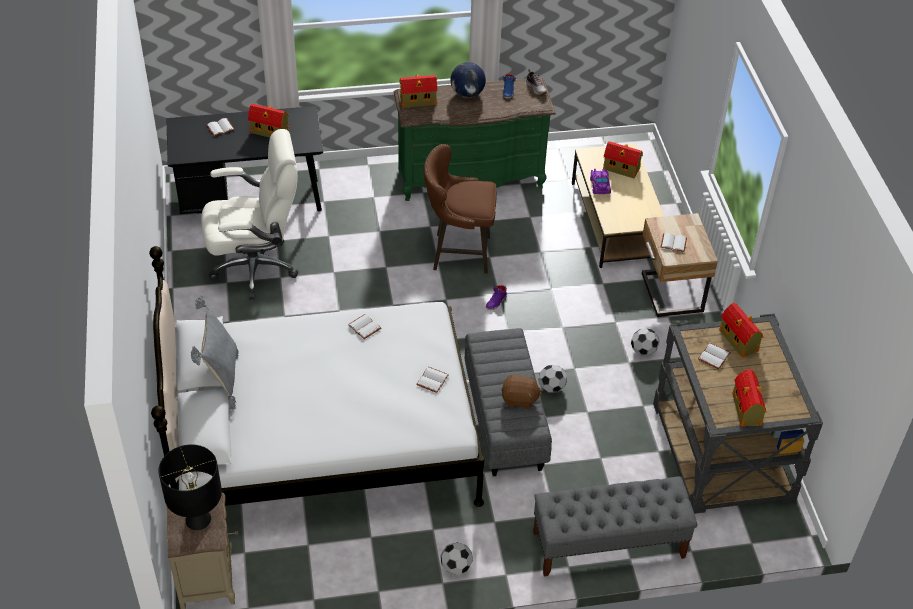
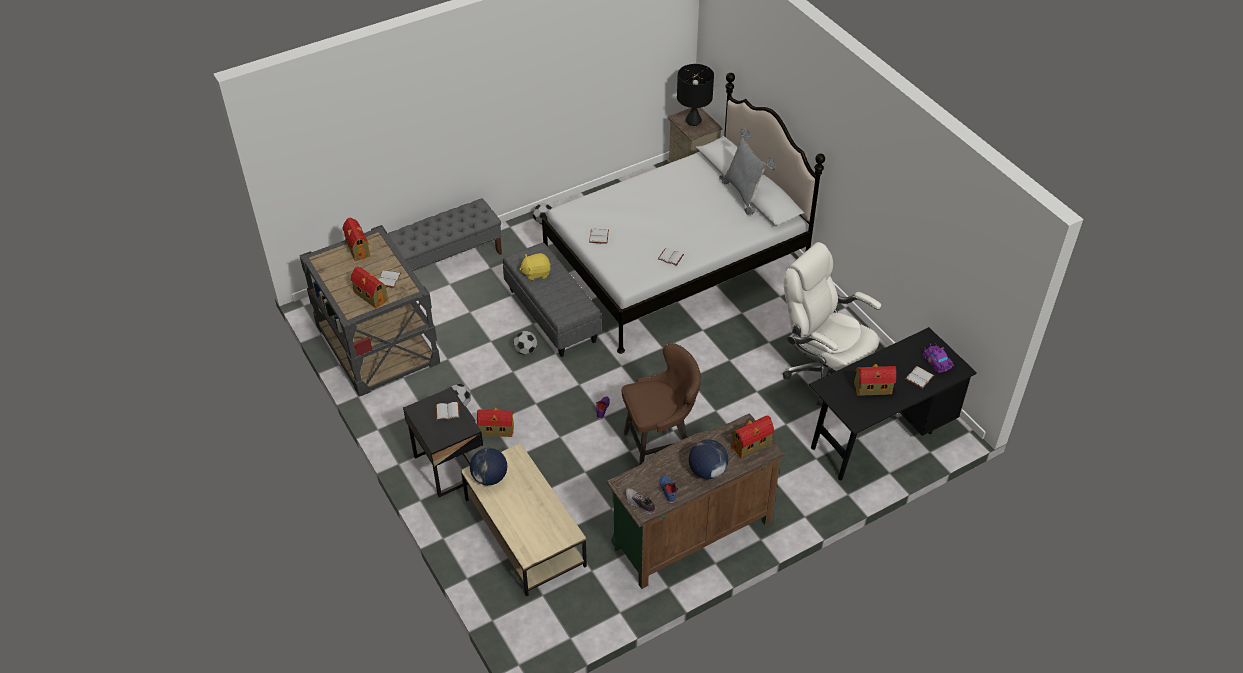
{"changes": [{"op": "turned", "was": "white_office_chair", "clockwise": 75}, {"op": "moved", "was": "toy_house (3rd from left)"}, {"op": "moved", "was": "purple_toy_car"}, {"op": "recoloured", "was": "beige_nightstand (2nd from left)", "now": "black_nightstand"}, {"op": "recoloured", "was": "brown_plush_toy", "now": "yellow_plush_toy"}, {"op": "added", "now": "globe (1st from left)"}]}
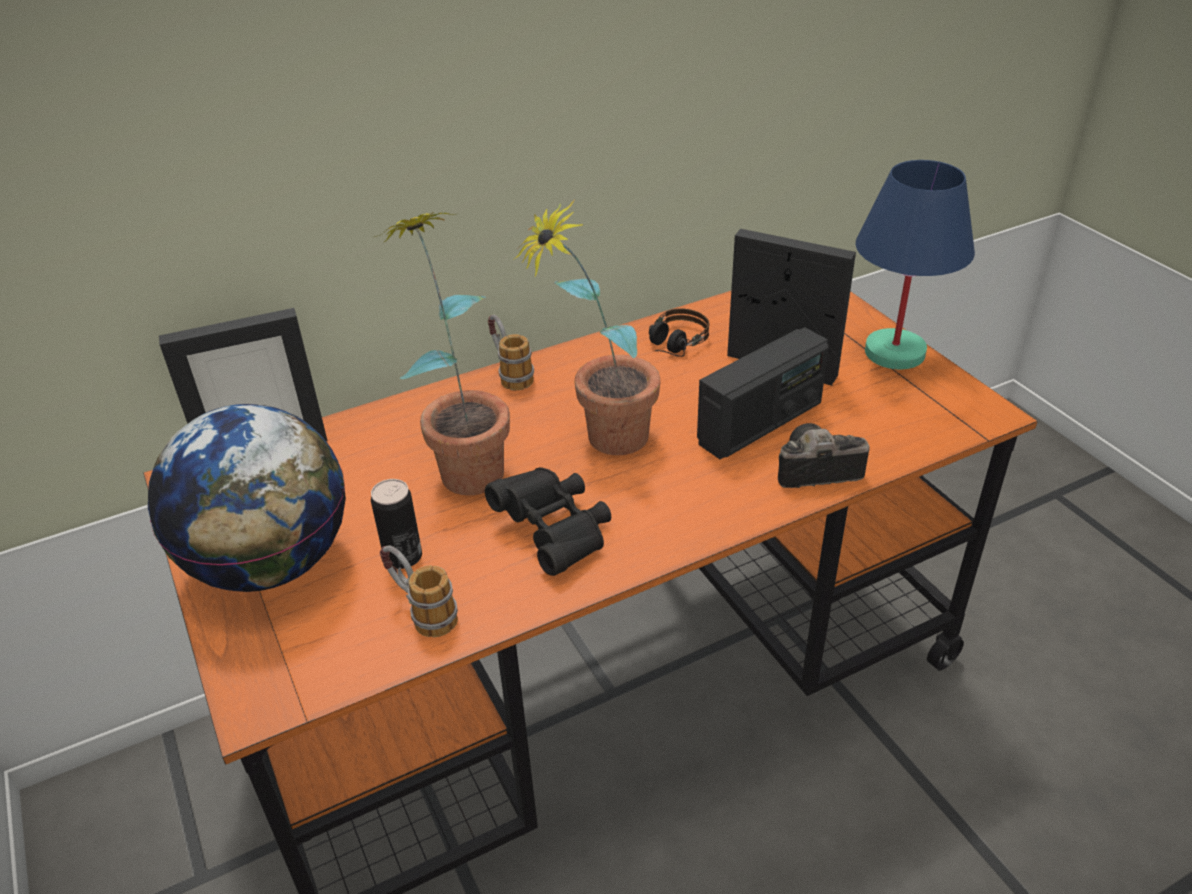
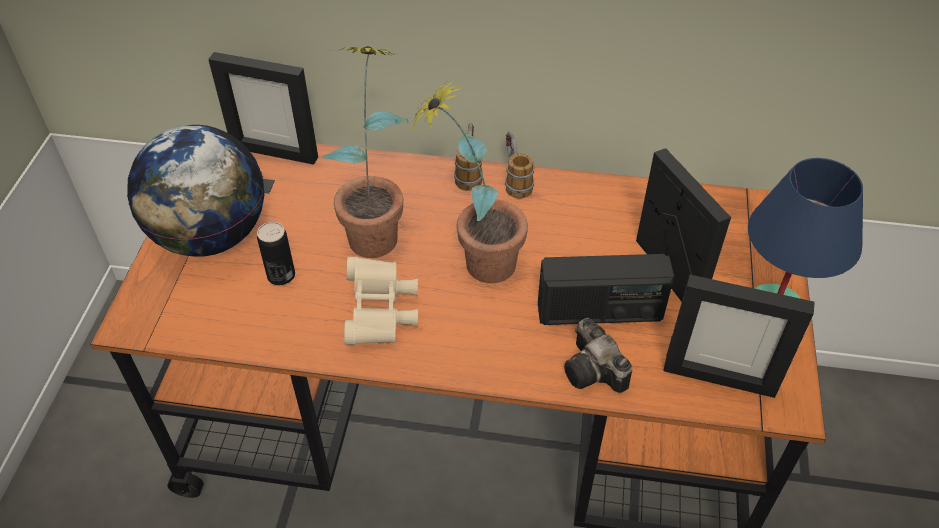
{"changes": [{"op": "removed", "was": "headphones"}, {"op": "turned", "was": "photo_camera", "clockwise": -150}, {"op": "recoloured", "was": "black_binoculars", "now": "beige_binoculars"}, {"op": "moved", "was": "mug (1st from left in the first image)", "now": "mug (2nd from left)"}, {"op": "added", "now": "picture_frame (3rd from left)"}]}
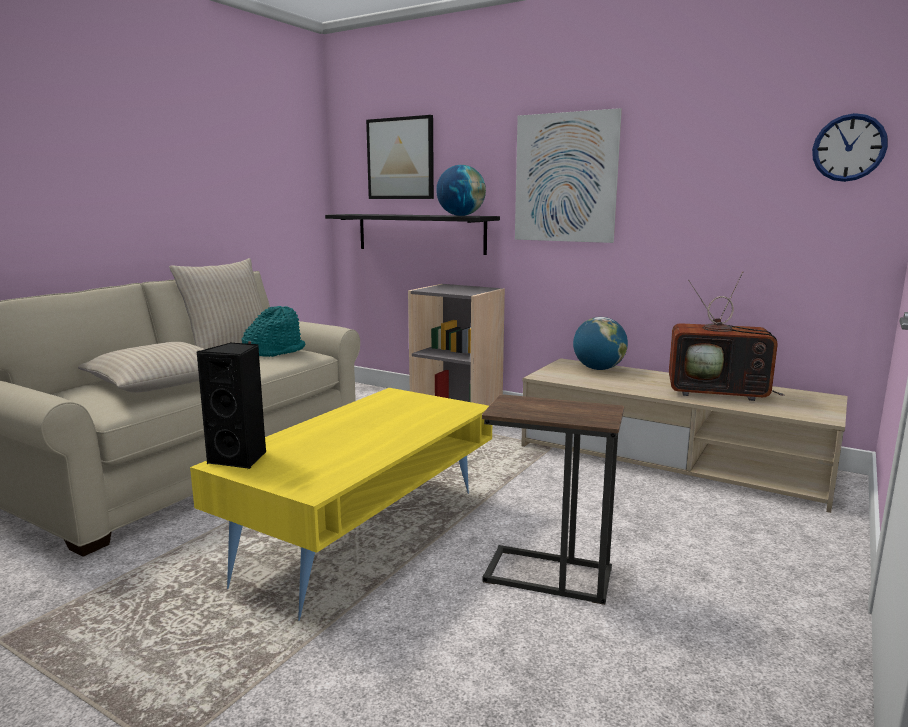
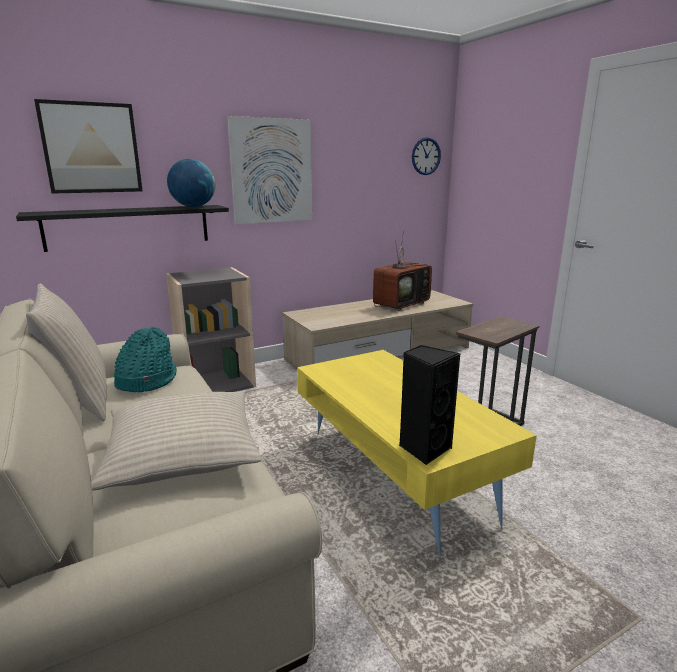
{"changes": [{"op": "removed", "was": "globe (2nd from left)"}]}
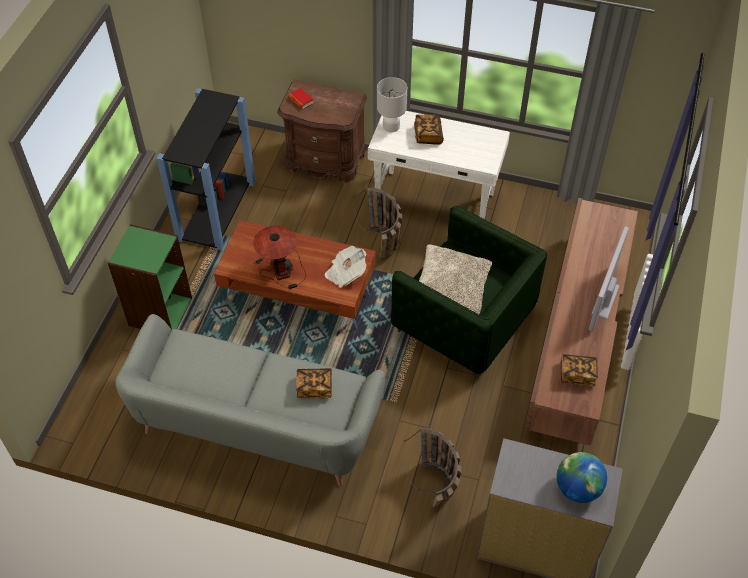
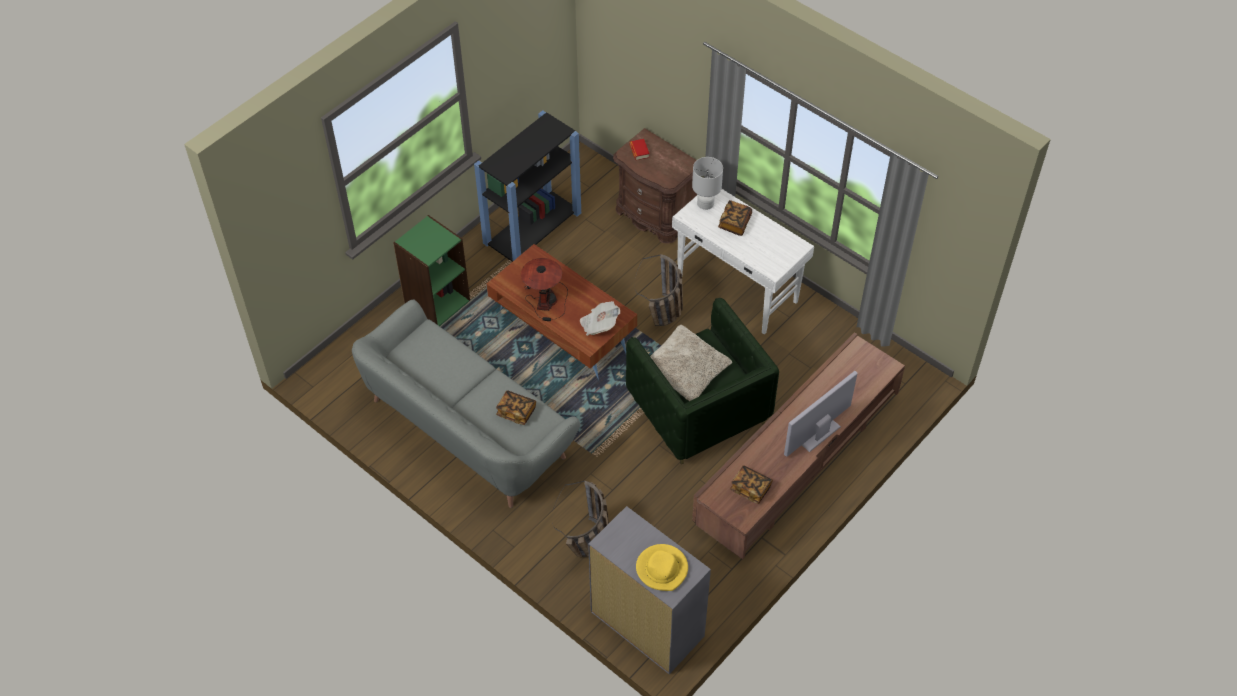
{"changes": [{"op": "replaced", "was": "globe", "now": "yellow_hat"}]}
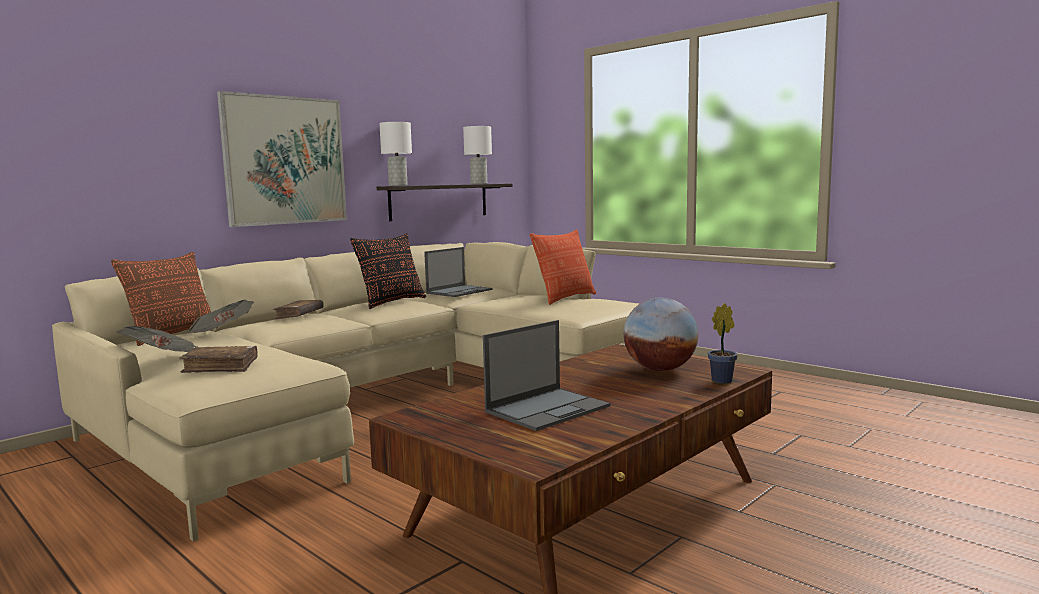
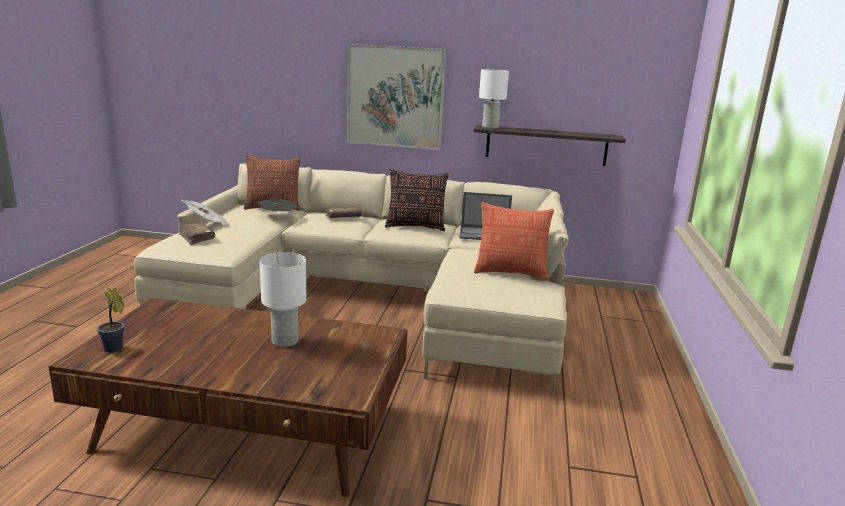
{"changes": [{"op": "moved", "was": "white_table_lamp (2nd from left in the first image)", "now": "white_table_lamp (1st from left)"}, {"op": "removed", "was": "globe"}, {"op": "moved", "was": "potted_plant"}, {"op": "removed", "was": "laptop (2nd from left)"}]}
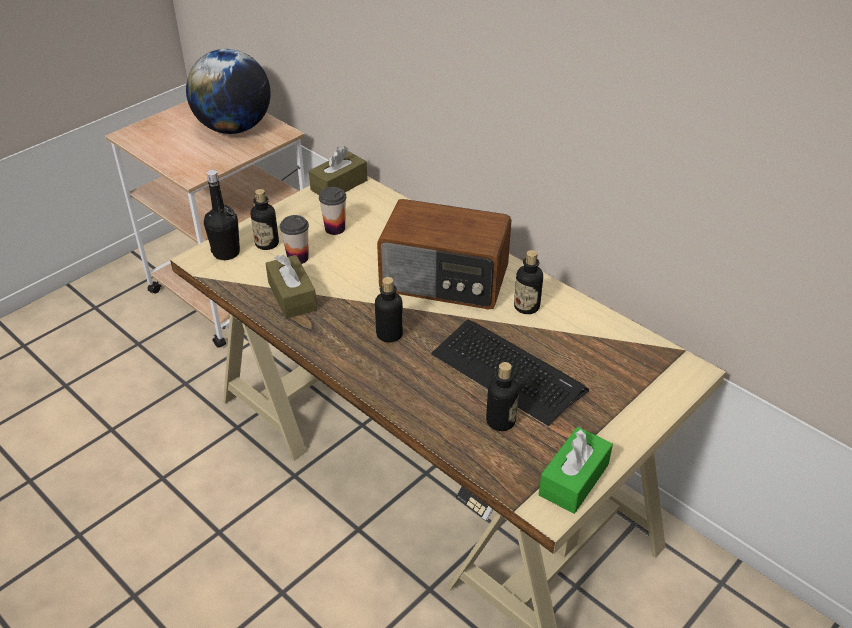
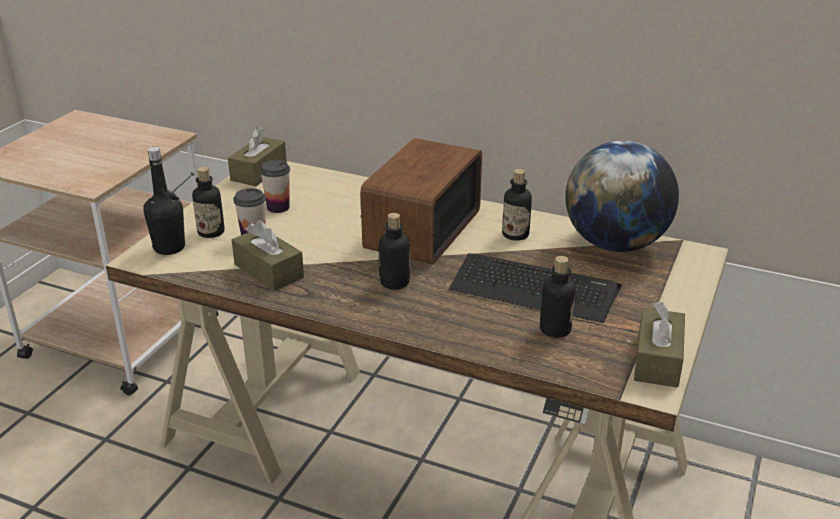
{"changes": [{"op": "moved", "was": "globe"}, {"op": "turned", "was": "radio", "clockwise": 120}, {"op": "recoloured", "was": "green_tissue_box", "now": "brown_tissue_box (3rd from left)"}]}
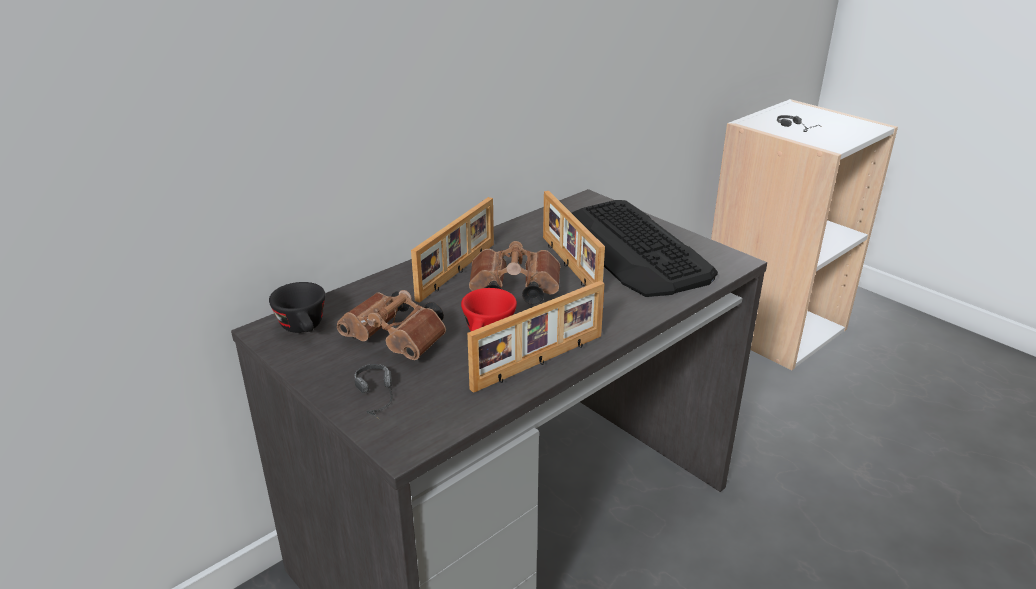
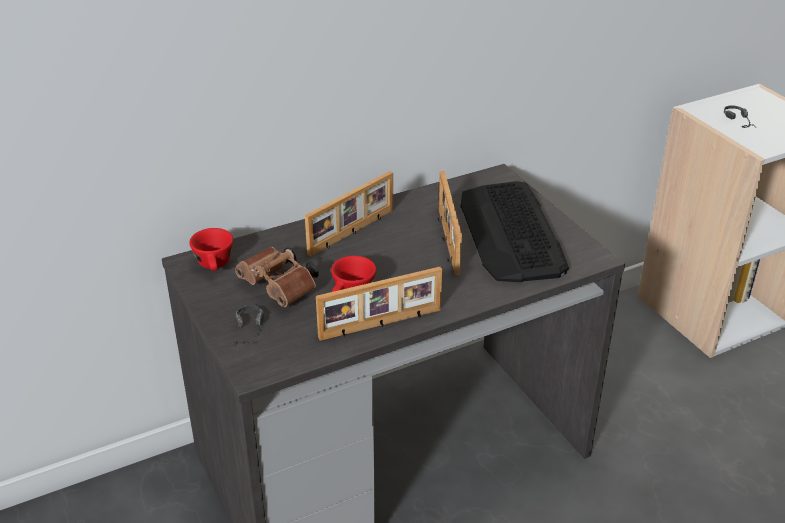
{"changes": [{"op": "removed", "was": "brown_binoculars (2nd from left)"}, {"op": "recoloured", "was": "black_cup", "now": "red_cup (1st from left)"}]}
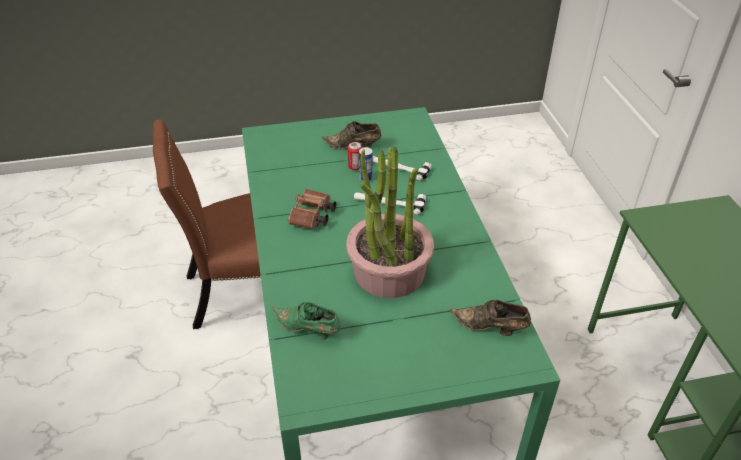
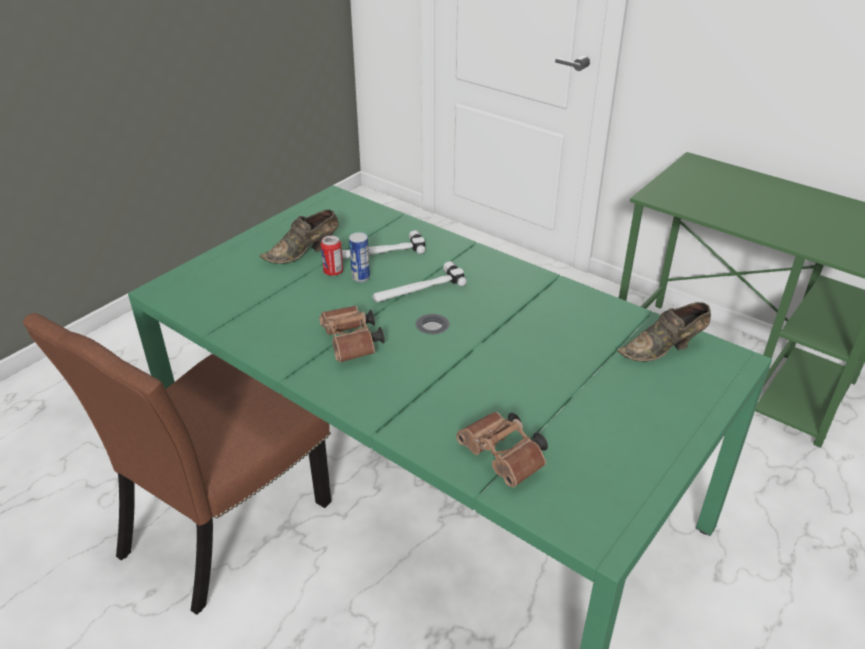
{"changes": [{"op": "removed", "was": "potted_plant"}, {"op": "replaced", "was": "green_shoe", "now": "brown_binoculars (2nd from left)"}]}
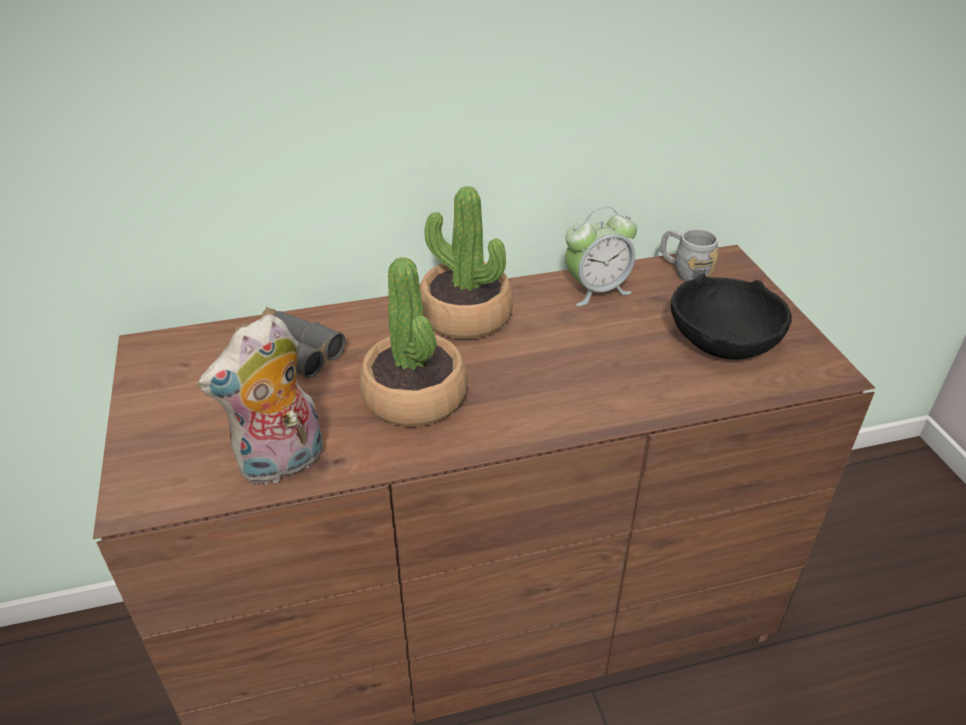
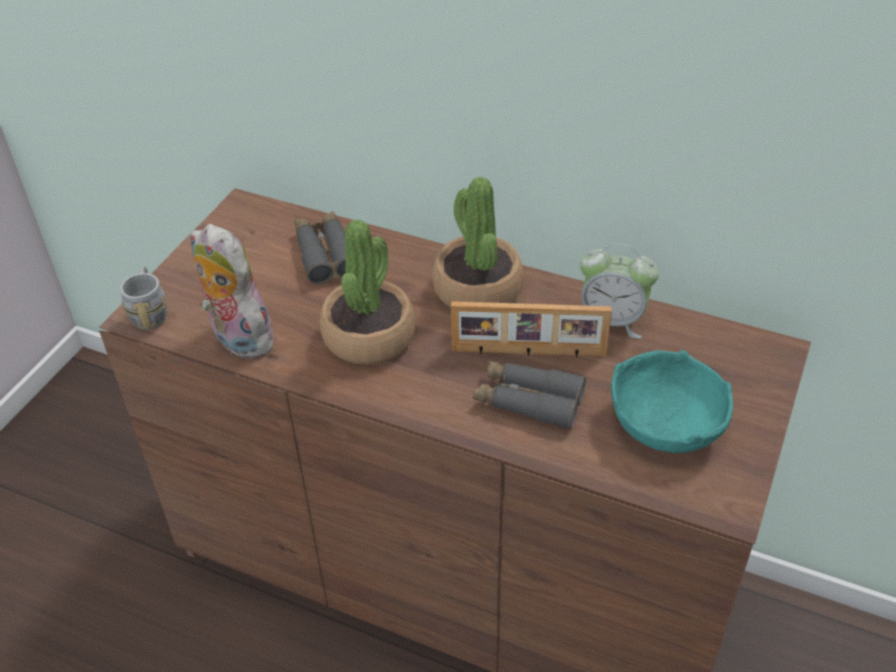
{"changes": [{"op": "moved", "was": "grey_mug"}, {"op": "recoloured", "was": "black_bowl", "now": "turquoise_bowl"}, {"op": "turned", "was": "plush_toy", "clockwise": 45}, {"op": "added", "now": "picture_frame"}, {"op": "added", "now": "grey_binoculars (2nd from left)"}]}
